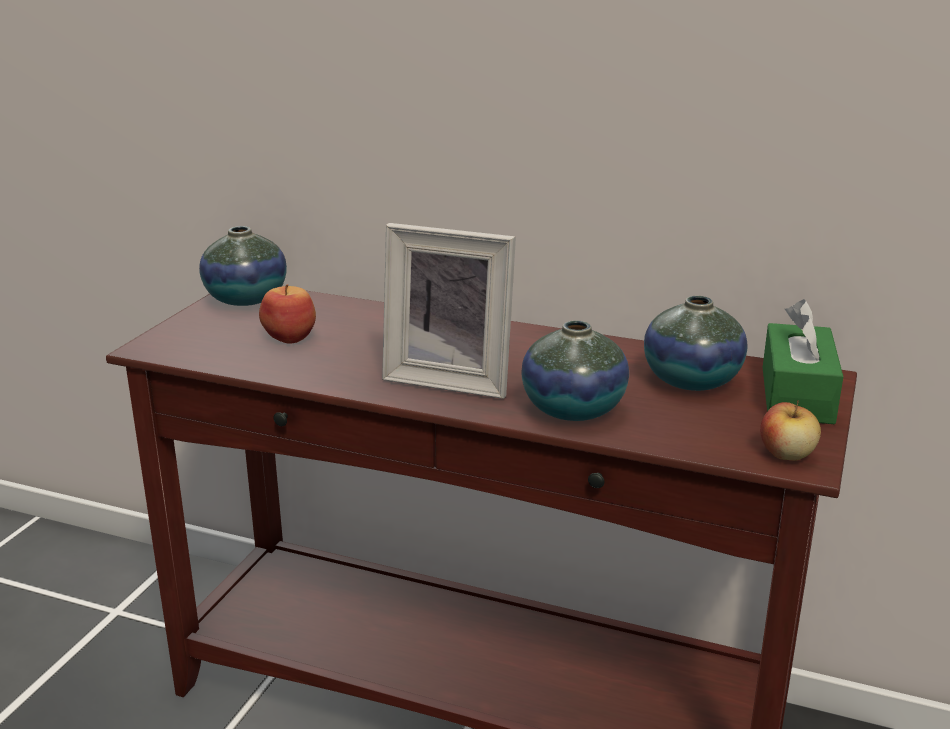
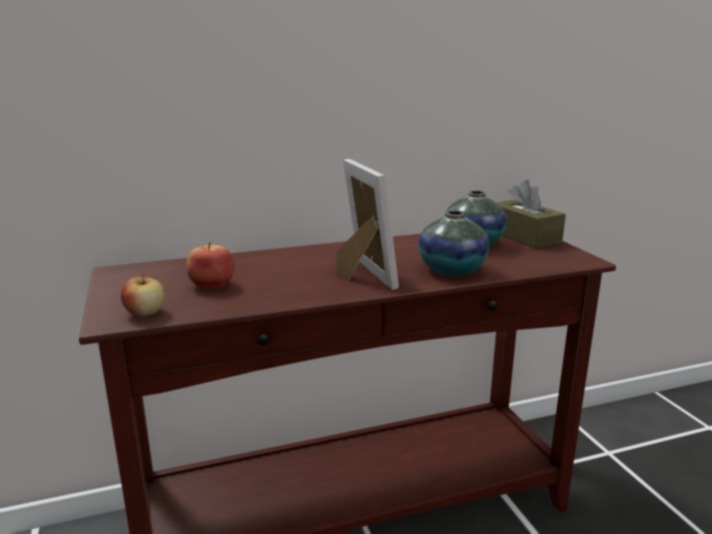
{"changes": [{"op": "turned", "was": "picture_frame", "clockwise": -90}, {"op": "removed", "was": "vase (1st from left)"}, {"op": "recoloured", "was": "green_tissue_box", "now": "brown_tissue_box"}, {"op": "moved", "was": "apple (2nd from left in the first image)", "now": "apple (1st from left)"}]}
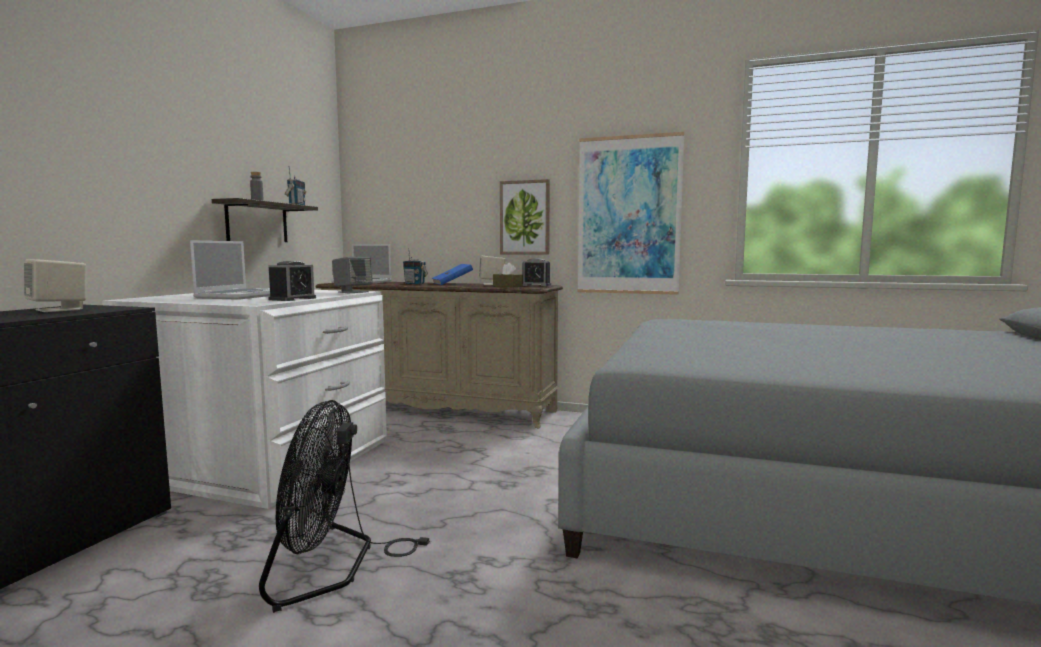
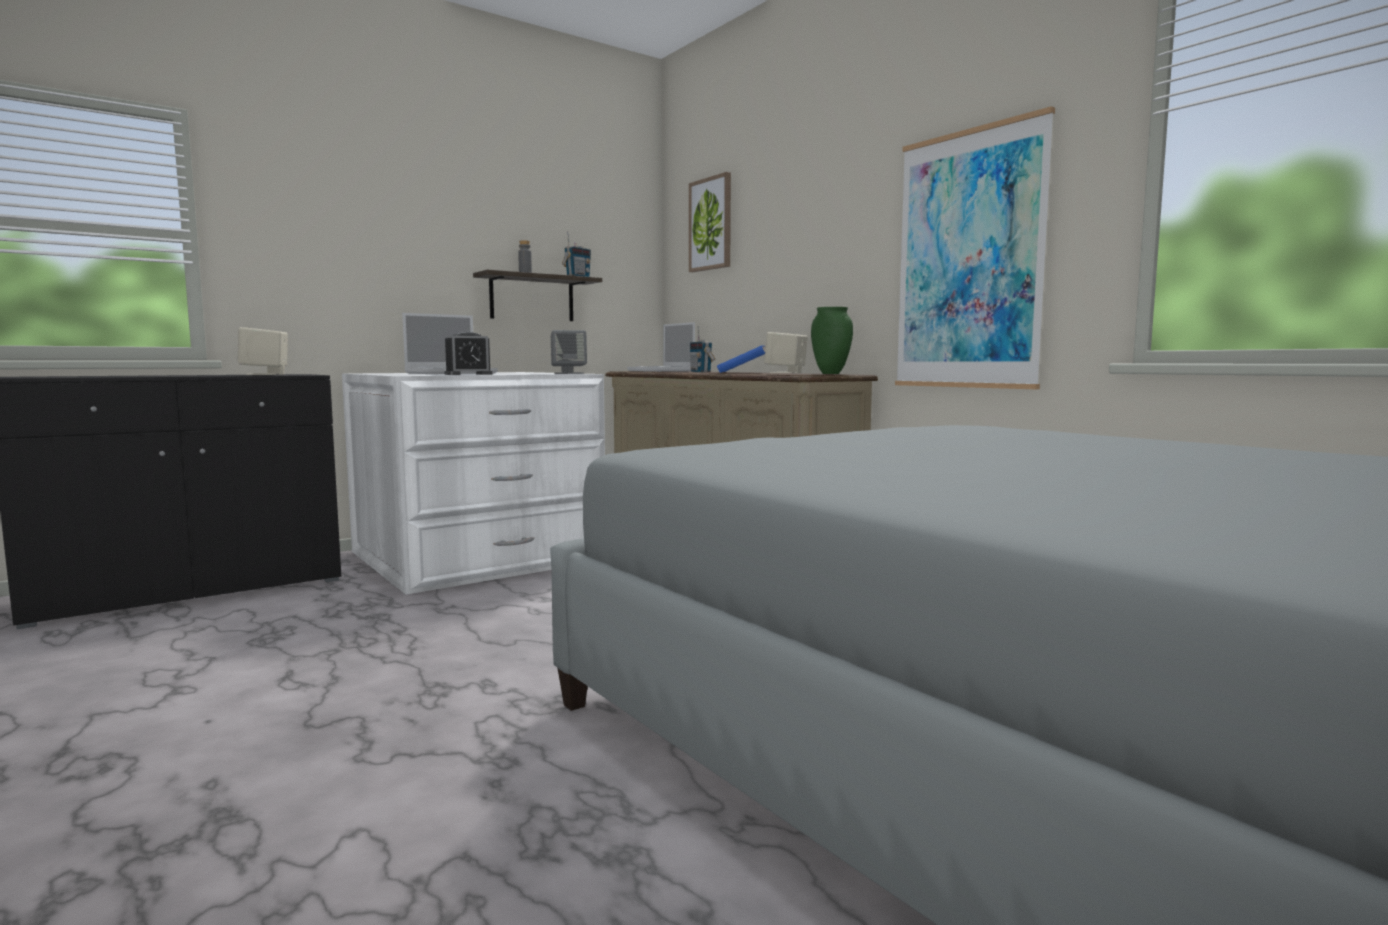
{"changes": [{"op": "moved", "was": "picture (1st from left)"}, {"op": "replaced", "was": "alarm_clock (2nd from left)", "now": "green_vase"}, {"op": "removed", "was": "brown_tissue_box"}, {"op": "removed", "was": "black_fan"}]}
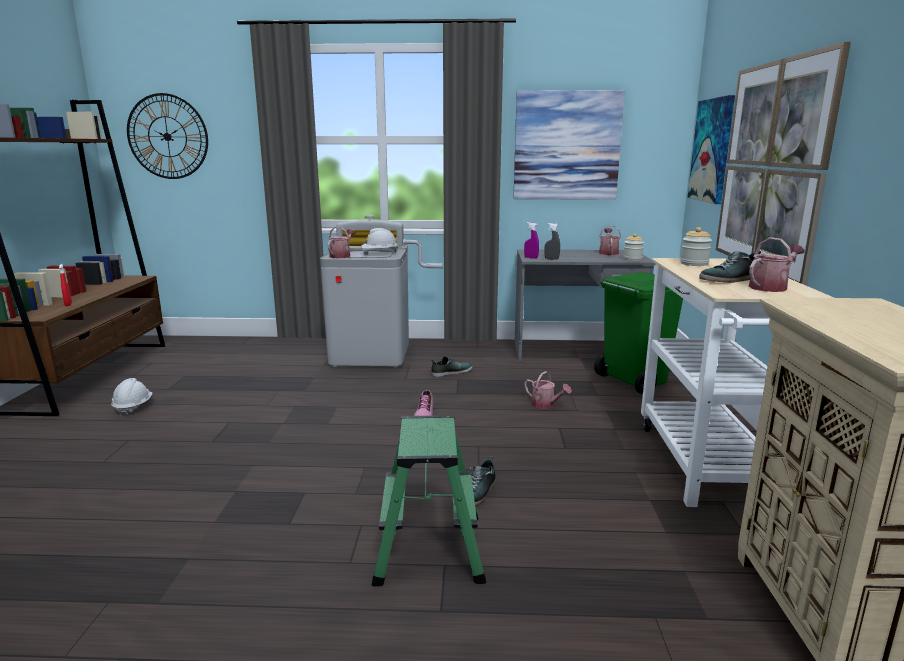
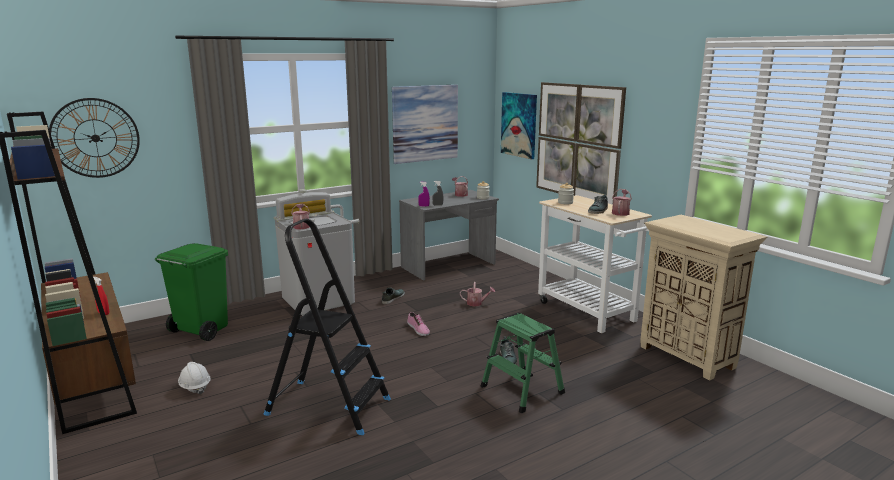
{"changes": [{"op": "removed", "was": "white_hard_hat (2nd from left)"}, {"op": "moved", "was": "green_trash_can"}, {"op": "added", "now": "black_step_ladder"}]}
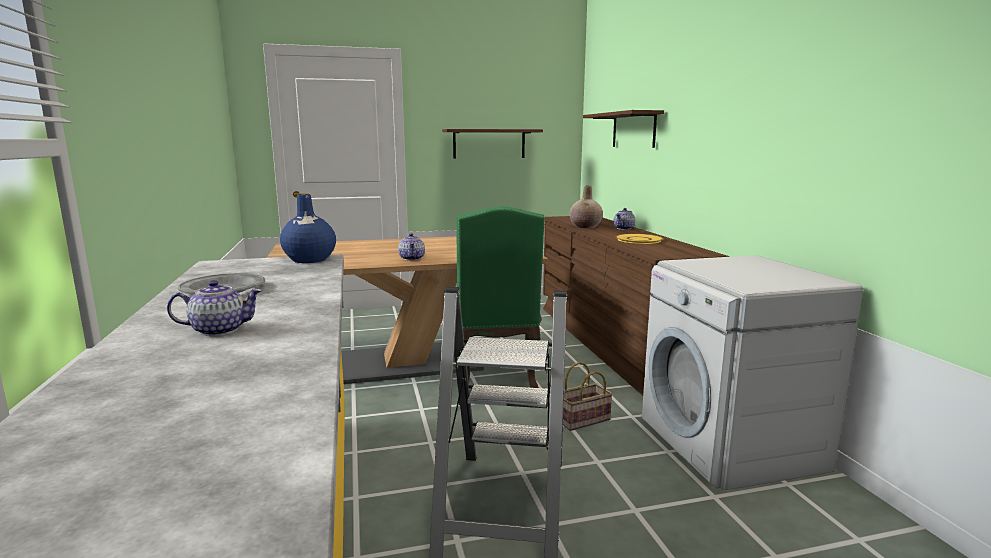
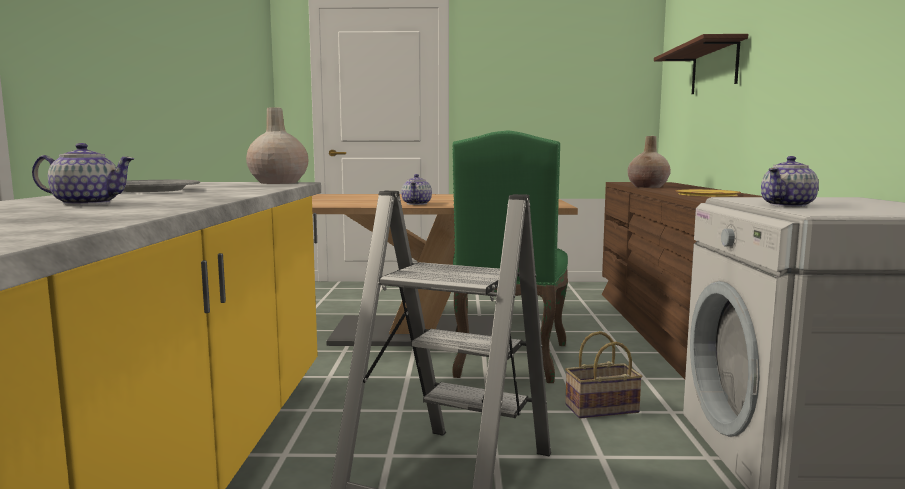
{"changes": [{"op": "removed", "was": "shelf (1st from left)"}, {"op": "recoloured", "was": "blue_vase", "now": "beige_vase (1st from left)"}, {"op": "moved", "was": "teapot (3rd from left)"}]}
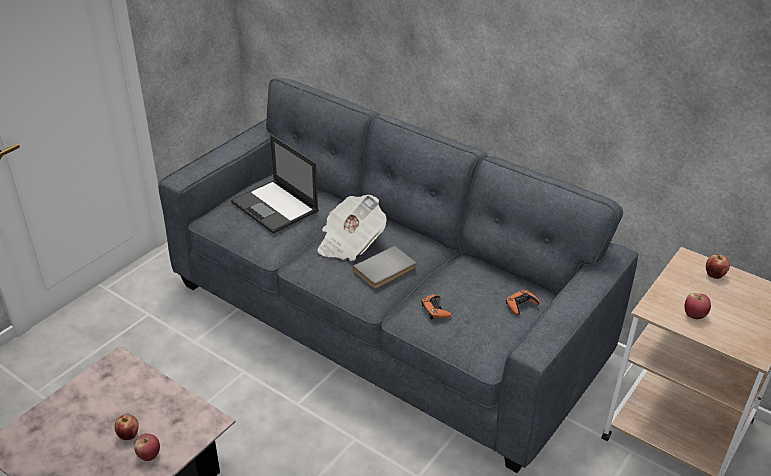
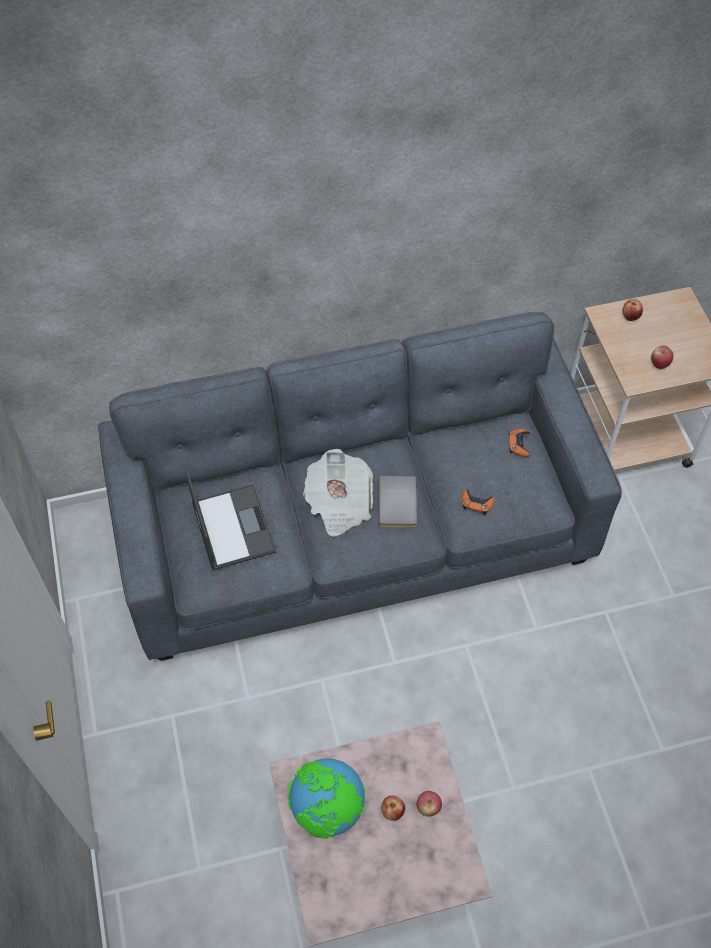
{"changes": [{"op": "turned", "was": "laptop", "clockwise": -105}, {"op": "added", "now": "globe"}]}
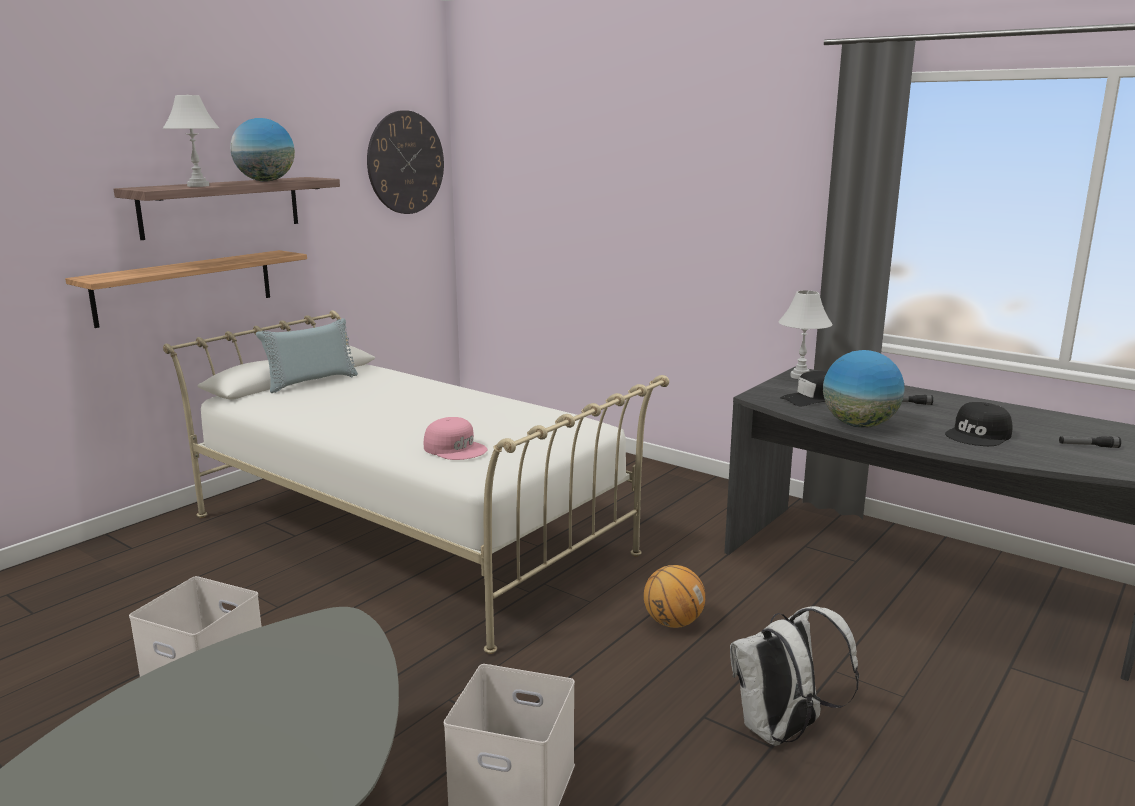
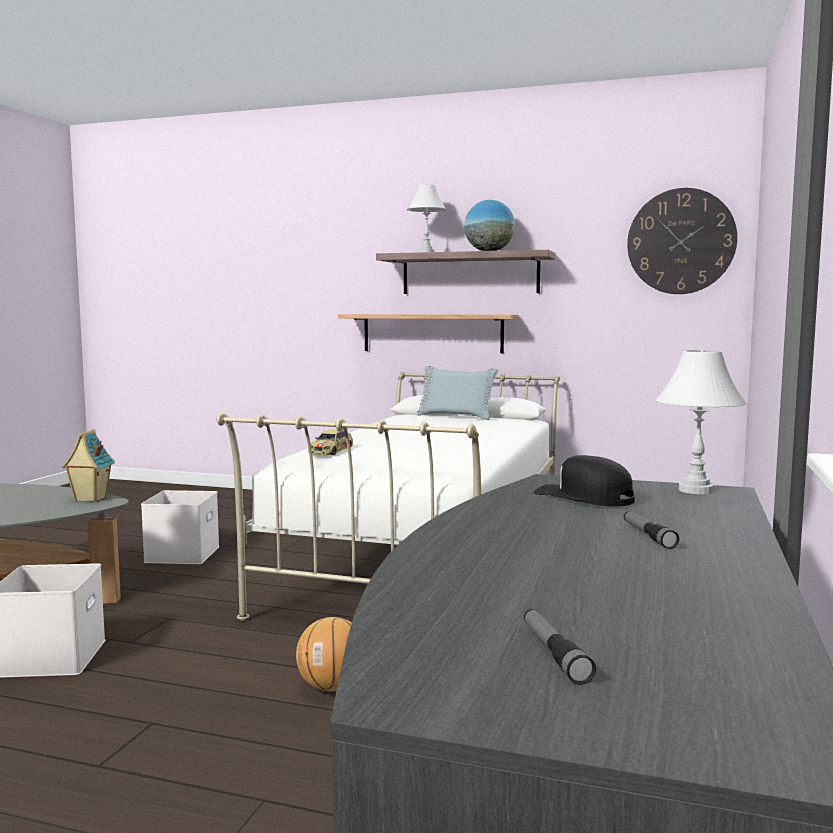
{"changes": [{"op": "removed", "was": "globe (2nd from left)"}, {"op": "removed", "was": "black_cap (2nd from left)"}, {"op": "replaced", "was": "pink_cap", "now": "toy_car"}, {"op": "removed", "was": "white_backpack"}, {"op": "added", "now": "toy_house"}]}
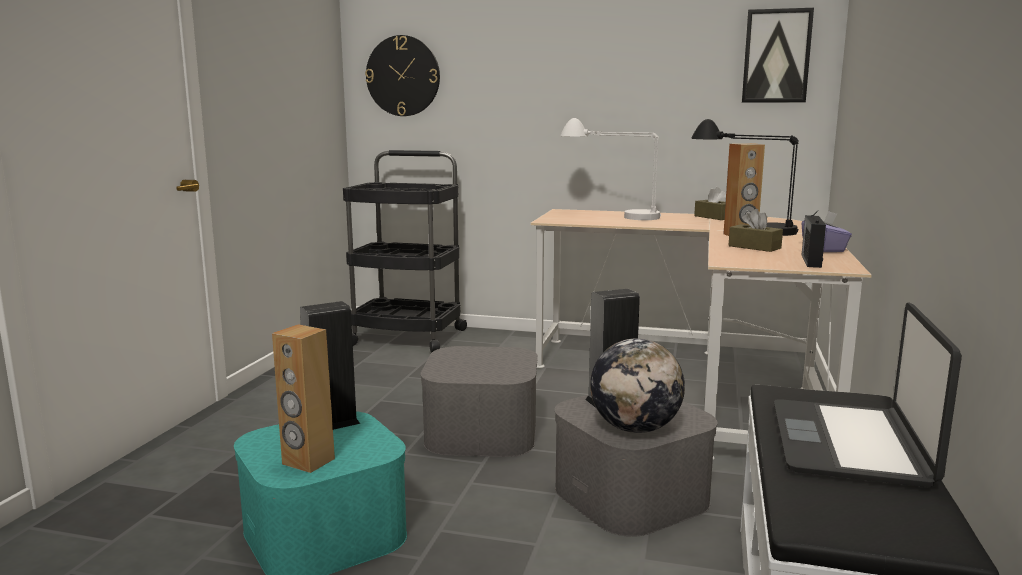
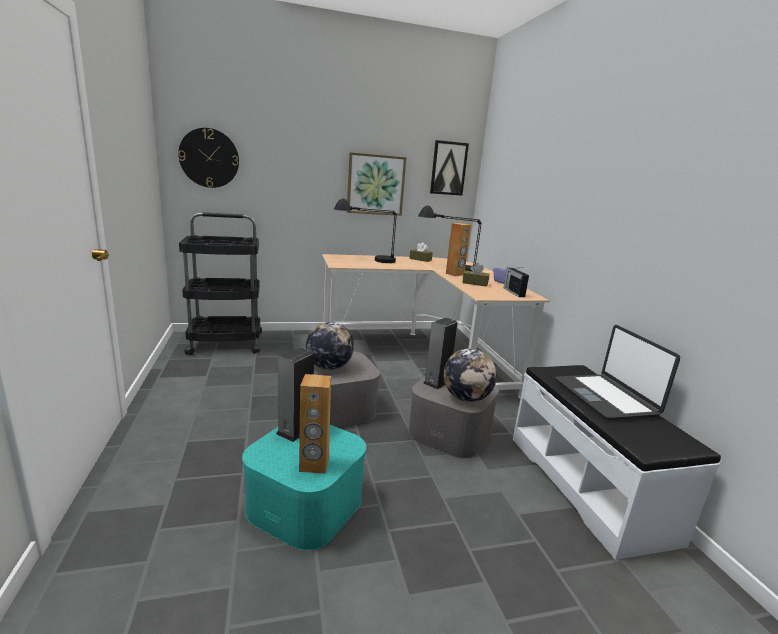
{"changes": [{"op": "recoloured", "was": "white_table_lamp", "now": "black_table_lamp (1st from left)"}, {"op": "added", "now": "picture (1st from left)"}, {"op": "added", "now": "globe (1st from left)"}]}
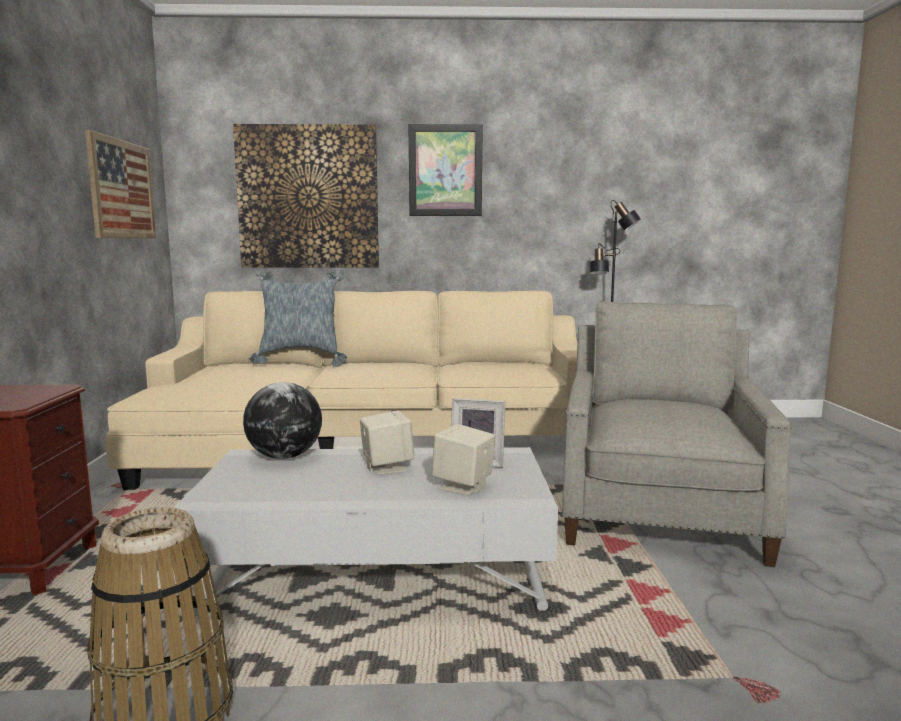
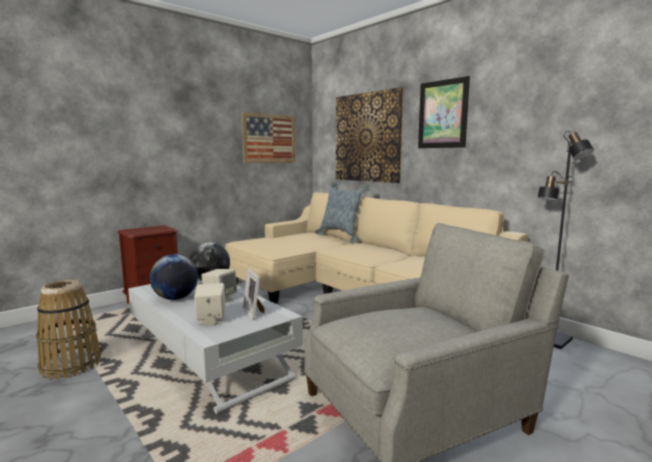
{"changes": [{"op": "added", "now": "globe (1st from left)"}]}
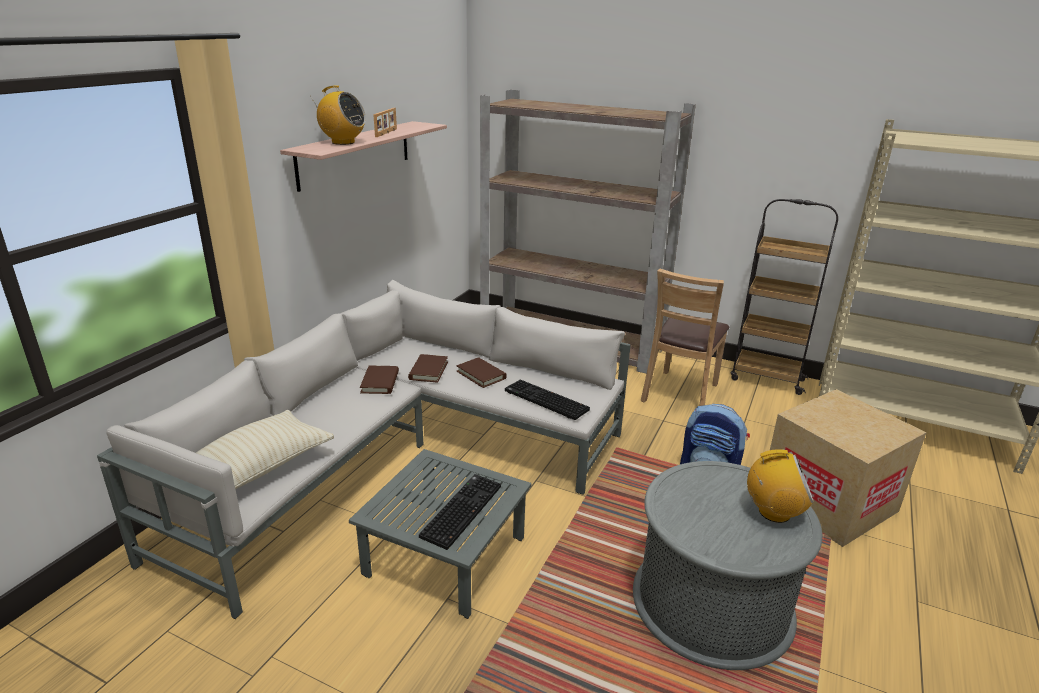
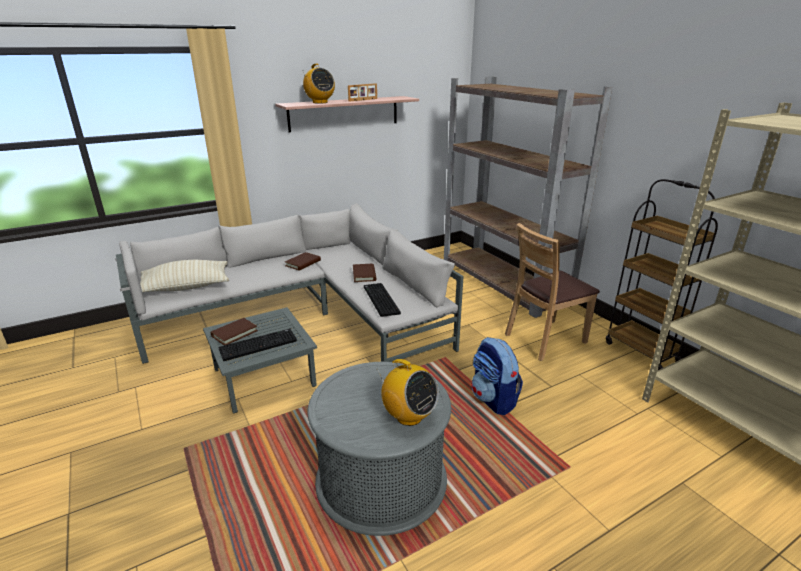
{"changes": [{"op": "moved", "was": "brown_book (2nd from left in the first image)", "now": "brown_book (1st from left)"}, {"op": "removed", "was": "cardboard_box"}]}
